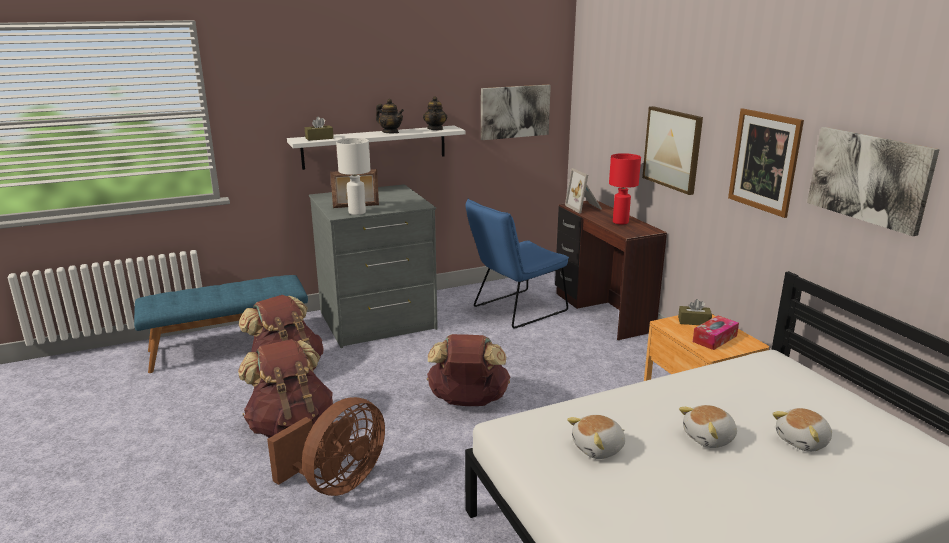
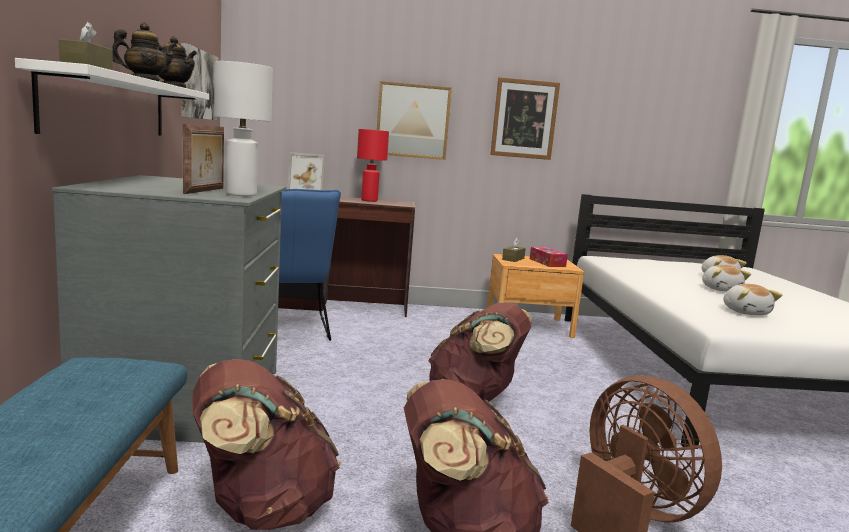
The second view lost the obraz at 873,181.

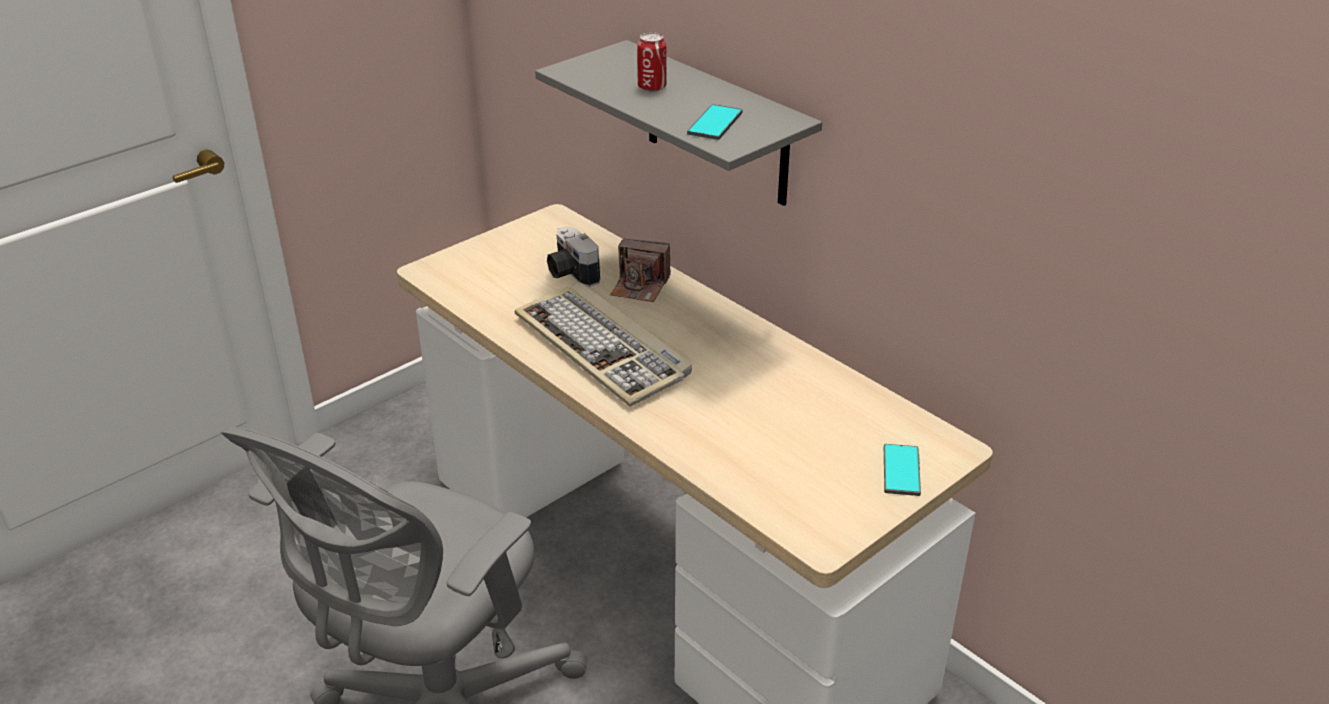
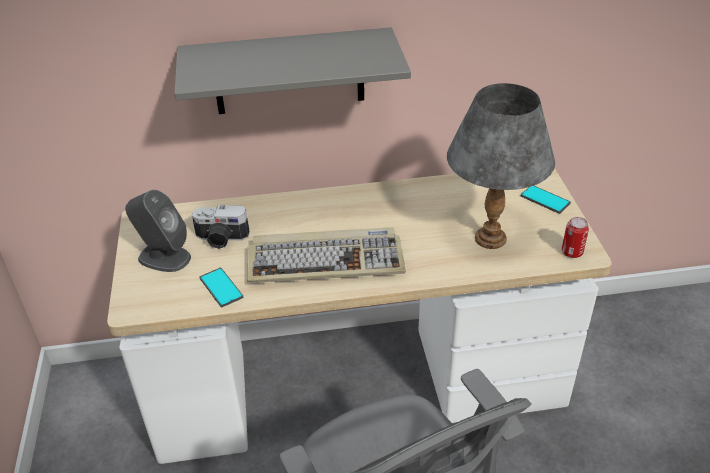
The second view gained the głośnik/szary at 158,231.
The telefon ended up elsewhere, having gone from 714,122 to 221,287.
The second view gained the lampa stołowa/szary at 501,166.
The puszka ended up elsewhere, having gone from 652,62 to 575,237.
The second view lost the aparat fotograficzny at 640,270.

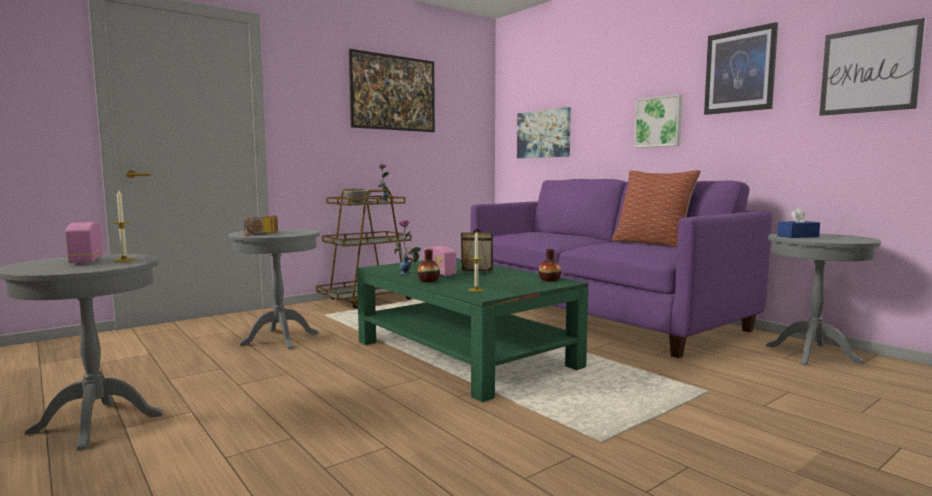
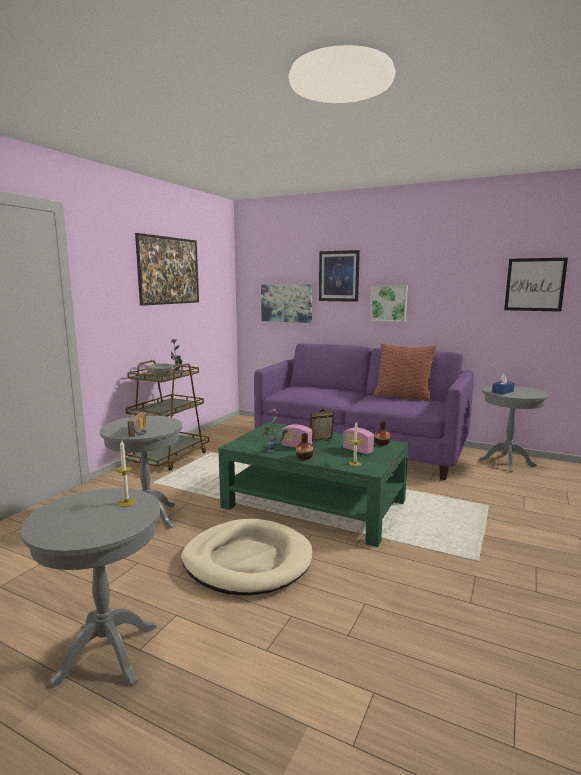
The second view gained the legowisko/beżowy at 246,557.
The obraz ended up elsewhere, having gone from 741,68 to 339,276.
The radio ended up elsewhere, having gone from 84,243 to 358,441.

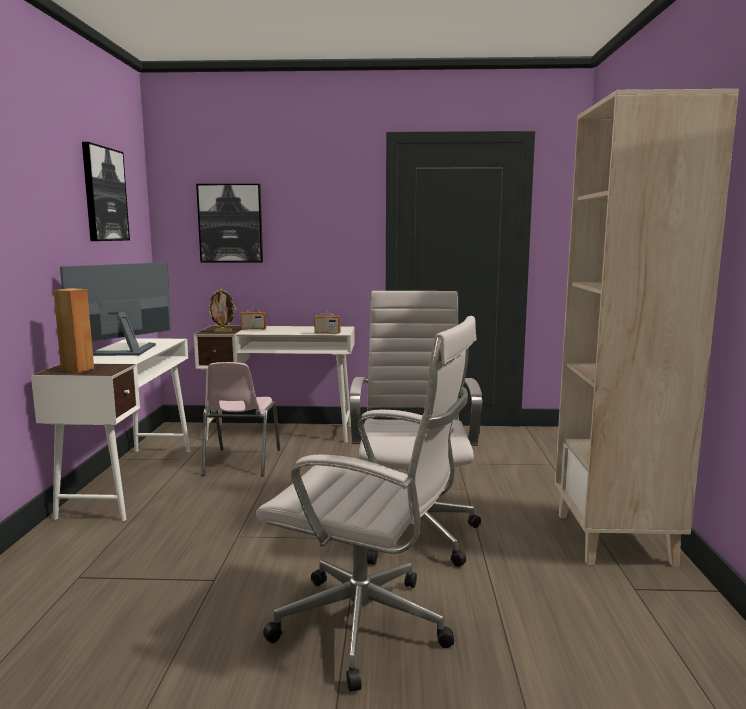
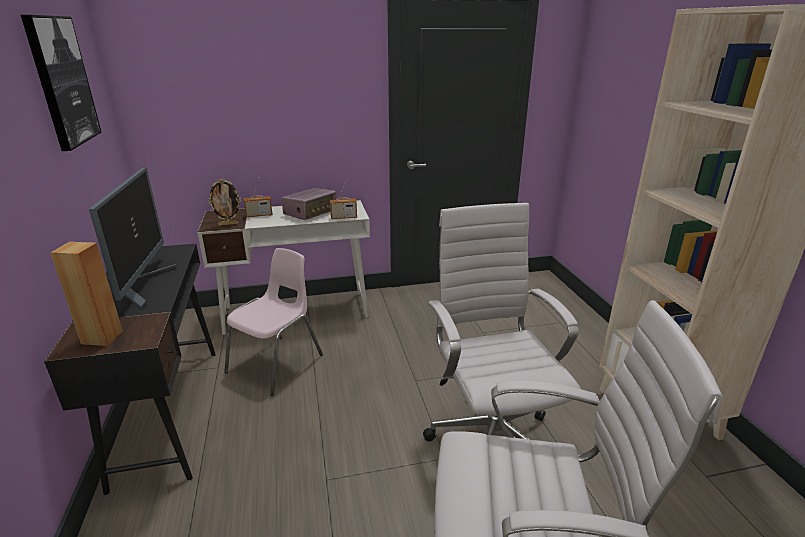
What was the biurko/biały at 111,429 turned into the biurko/czarny at 130,369.
The monitor at 116,309 ended up facing another way, 150 degrees clockwise from before.
The krzesło/różowy at 240,419 ended up facing another way, 135 degrees counterclockwise from before.
The second view gained the radio at 309,204.
The second view lost the obraz at 229,223.

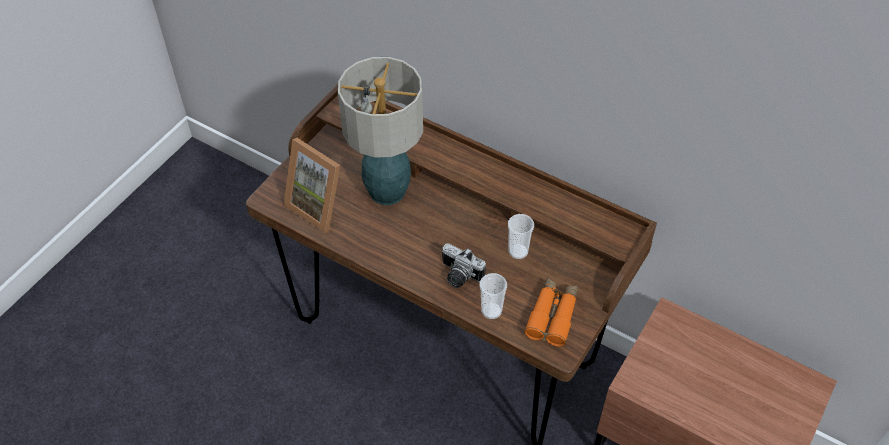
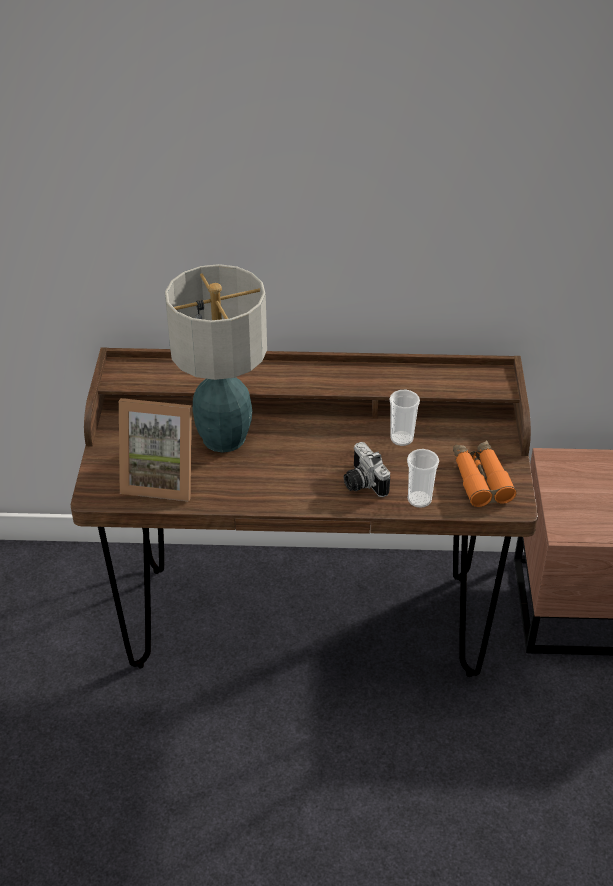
The aparat fotograficzny at 464,265 ended up facing another way, 60 degrees clockwise from before.

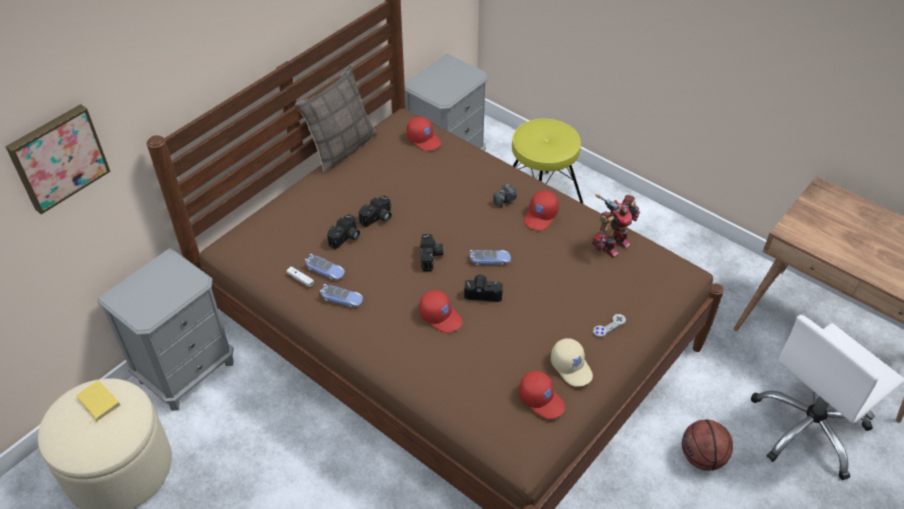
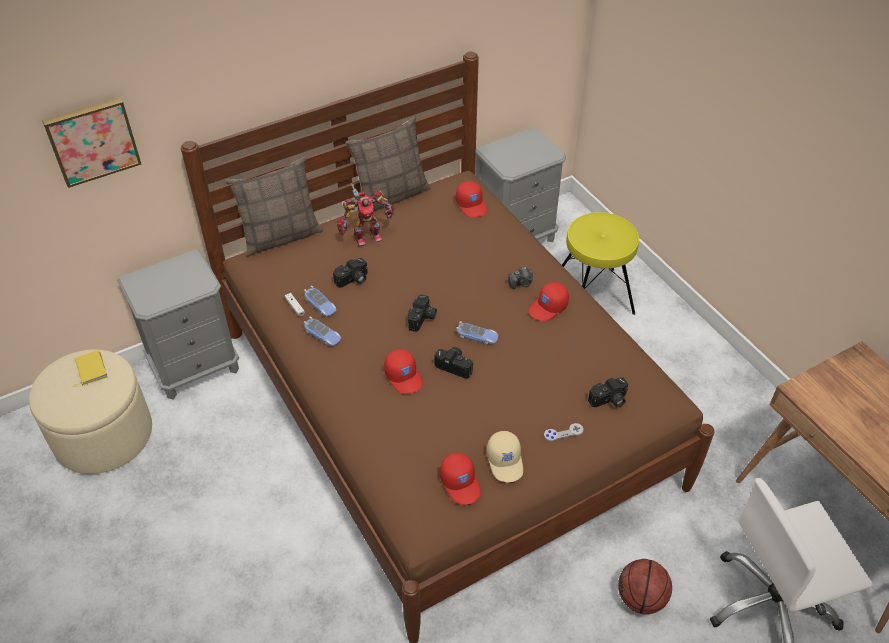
The second view gained the poduszka at 274,206.
The robot zabawkowy ended up elsewhere, having gone from 616,226 to 365,215.
The aparat fotograficzny ended up elsewhere, having gone from 375,211 to 608,392.

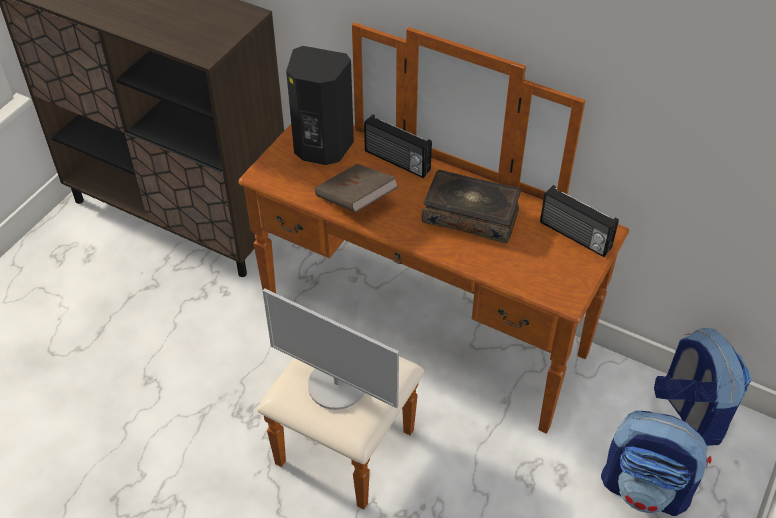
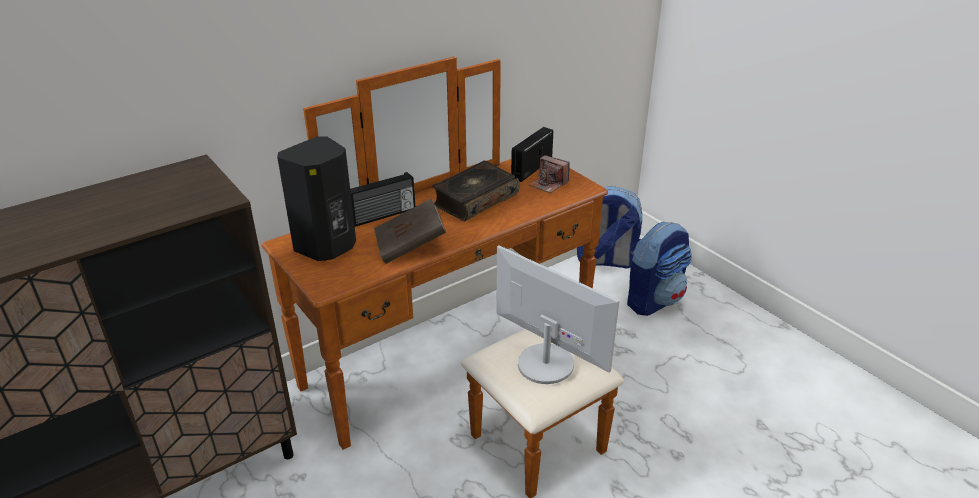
The monitor at 331,349 ended up facing another way, 105 degrees counterclockwise from before.
The radio at 579,221 ended up facing another way, 150 degrees clockwise from before.
The second view gained the aparat fotograficzny at 549,174.

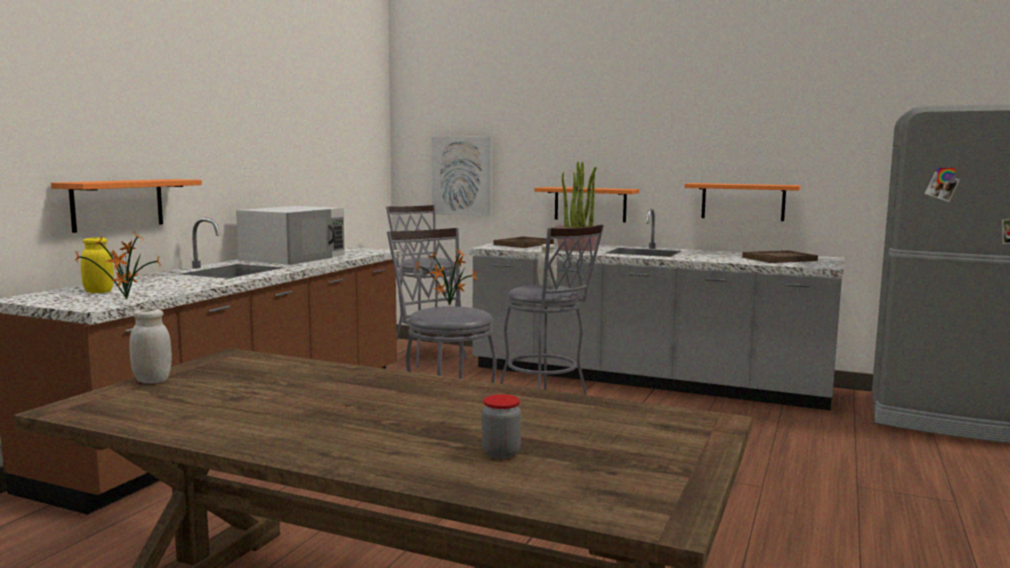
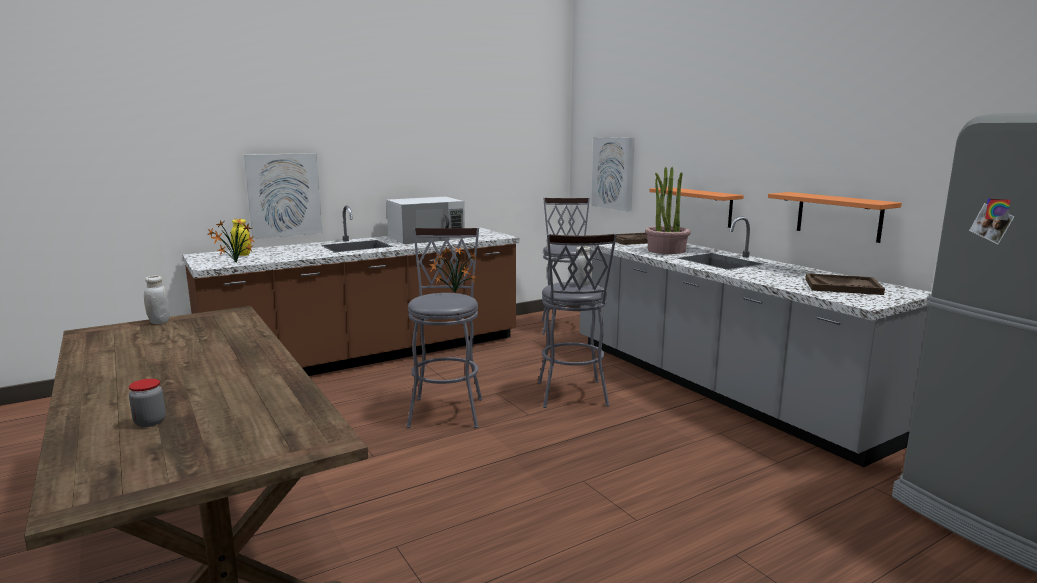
Where the półka/pomarańczowy hung at 126,206, the obraz came to hang at 283,196.

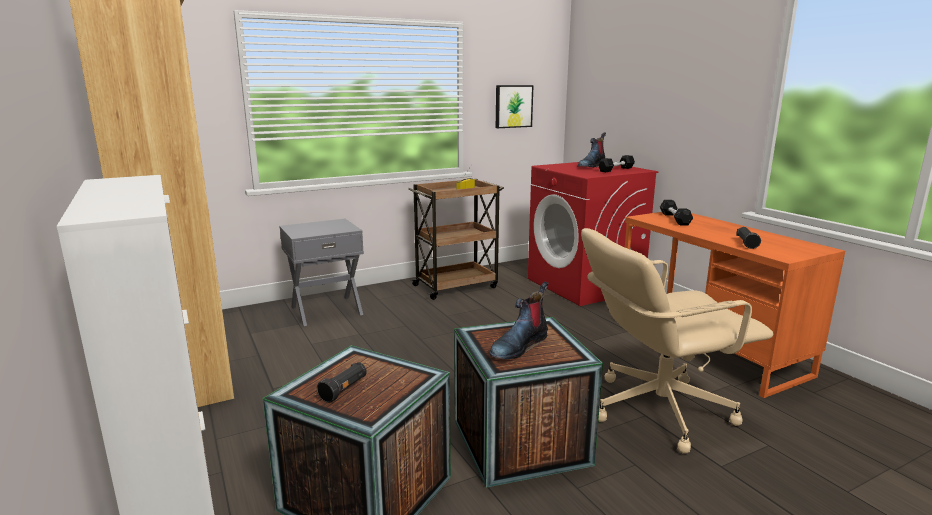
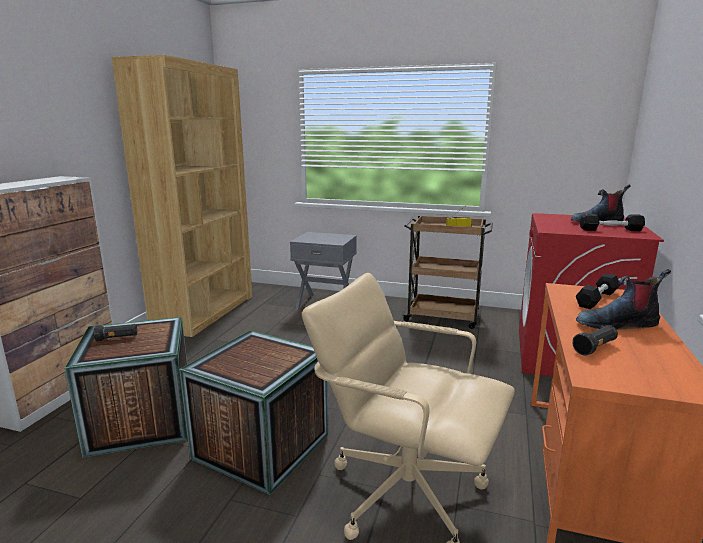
The but z cholewką ended up elsewhere, having gone from 519,320 to 623,299.
The second view lost the obraz at 515,106.

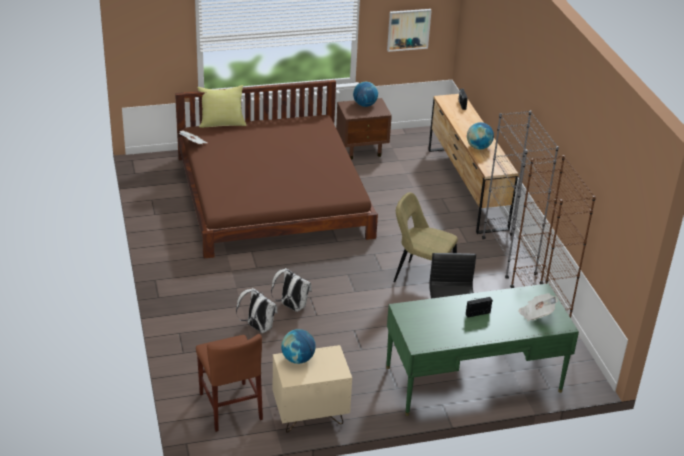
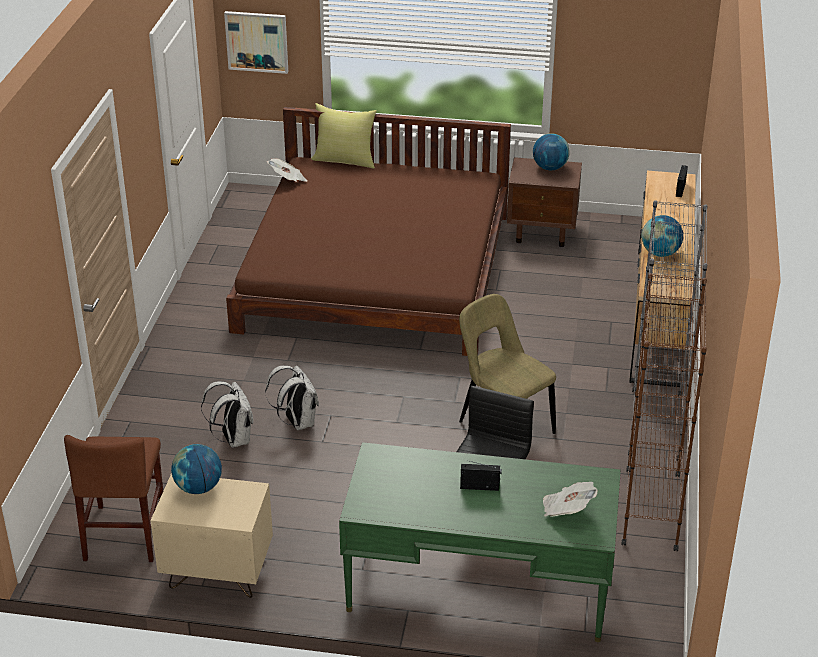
The obraz ended up elsewhere, having gone from 409,30 to 256,42.

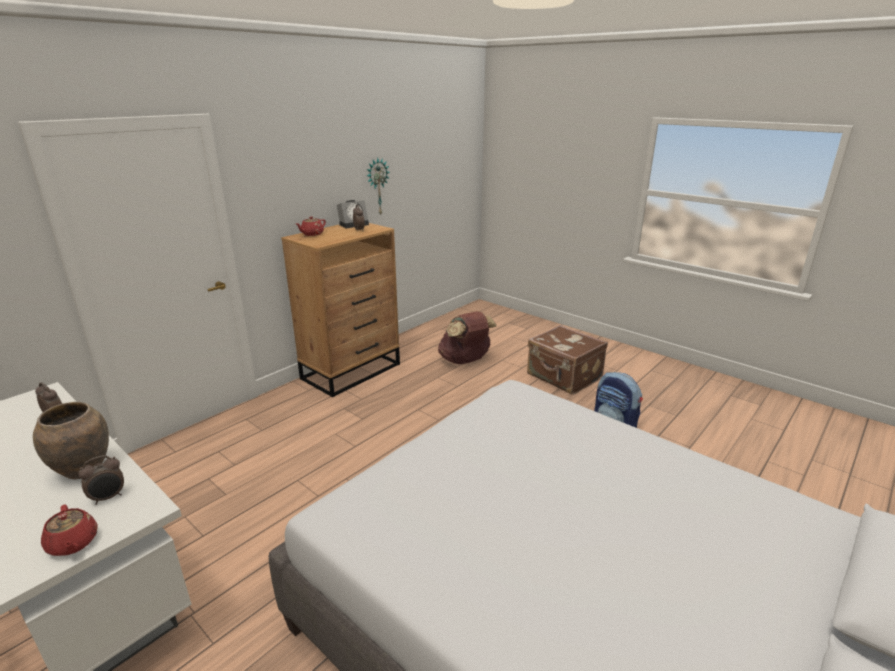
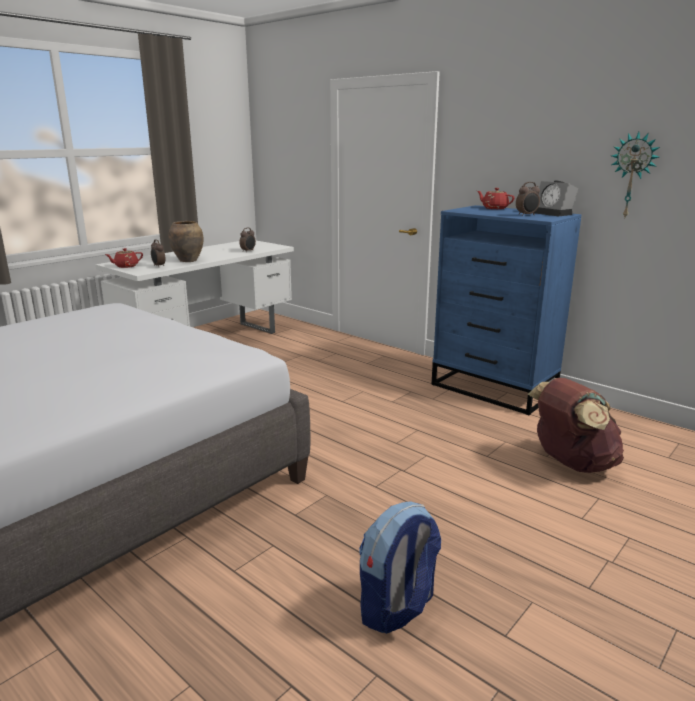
What was the komoda/brązowy at 340,310 turned into the komoda/niebieski at 506,310.
The second view lost the walizka/brązowy at 567,360.

